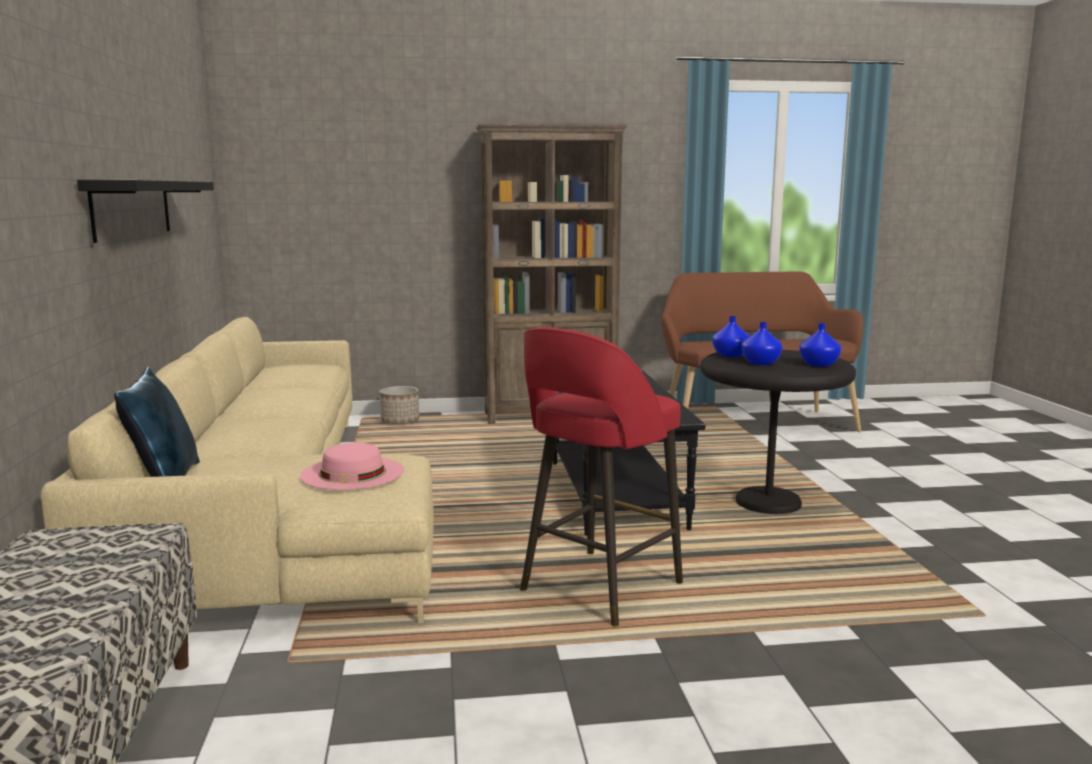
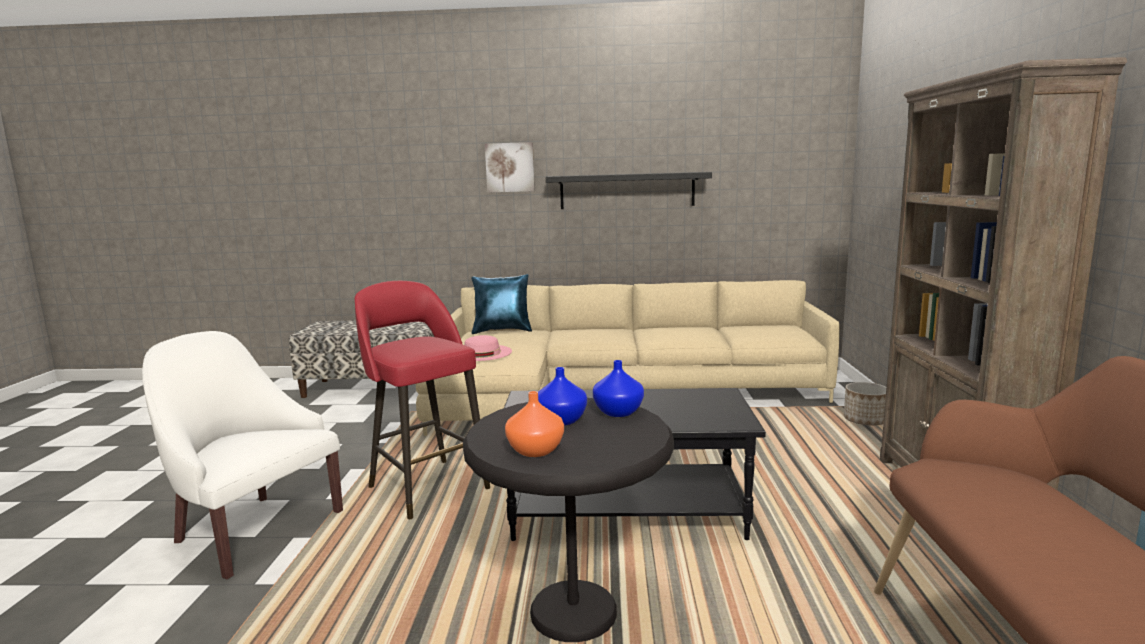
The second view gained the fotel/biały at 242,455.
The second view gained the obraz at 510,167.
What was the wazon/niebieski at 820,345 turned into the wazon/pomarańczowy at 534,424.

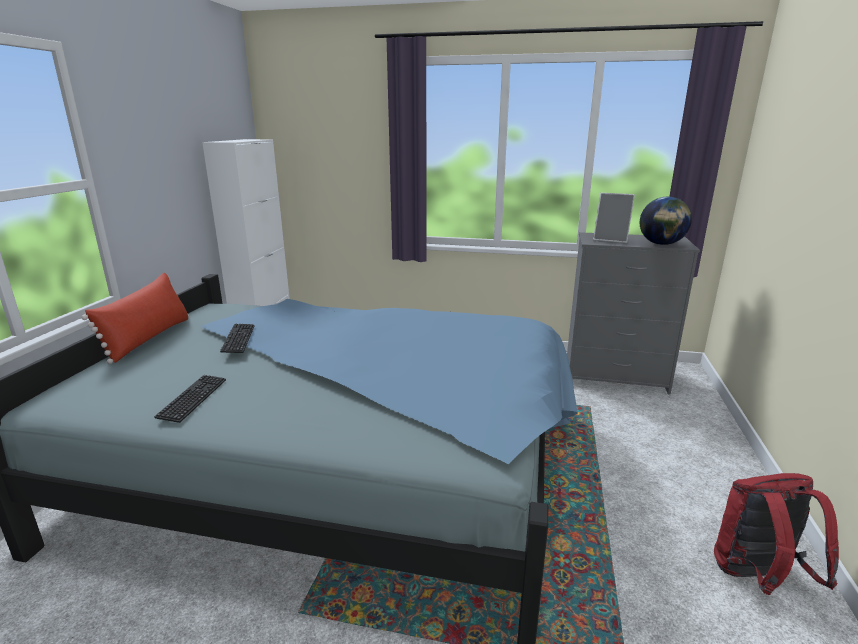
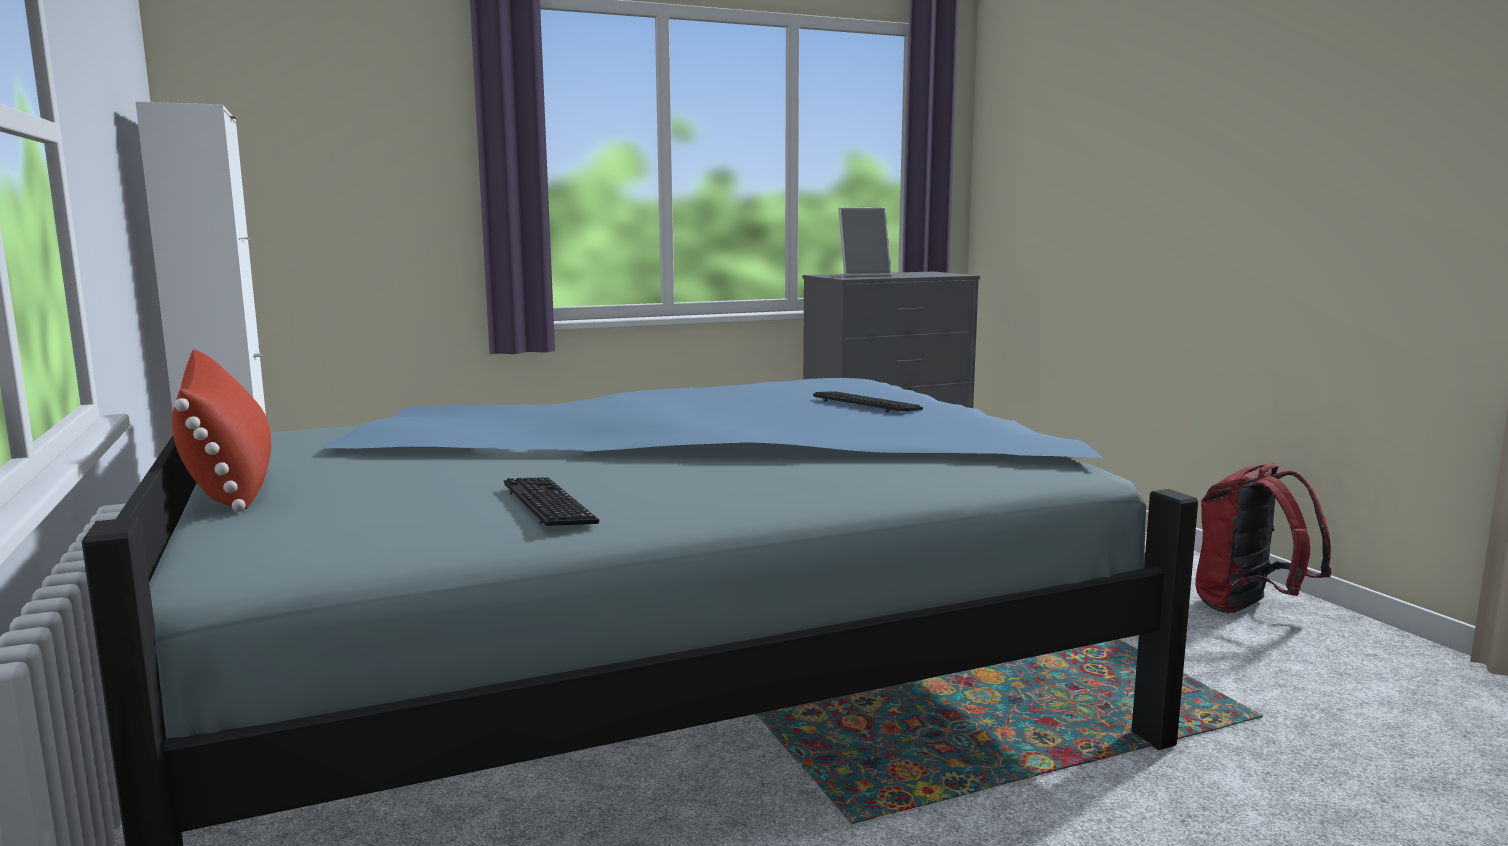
The klawiatura ended up elsewhere, having gone from 237,338 to 868,402.
The second view lost the globus at 666,221.

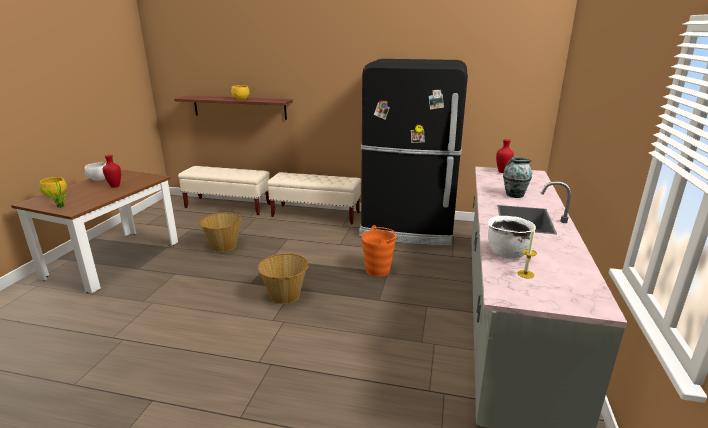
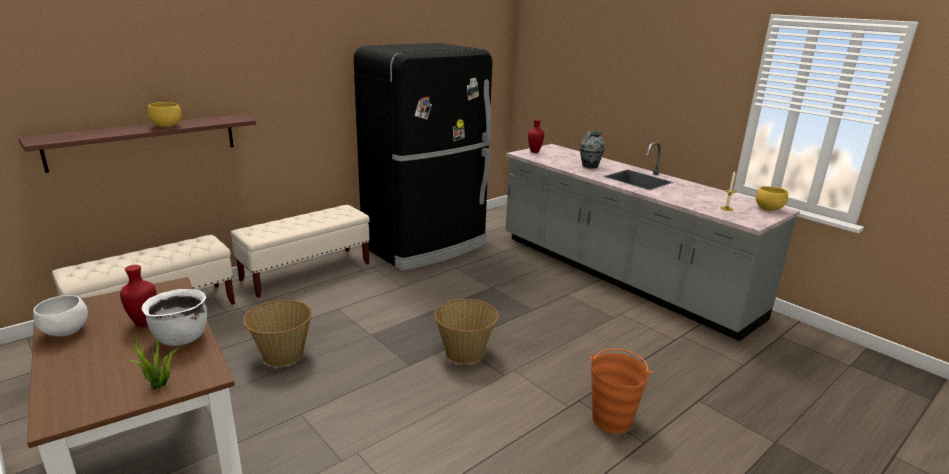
The garnek/biały ended up elsewhere, having gone from 512,237 to 174,317.
The wiadro/pomarańczowy ended up elsewhere, having gone from 379,251 to 621,391.
The miska/żółty ended up elsewhere, having gone from 53,187 to 771,198.

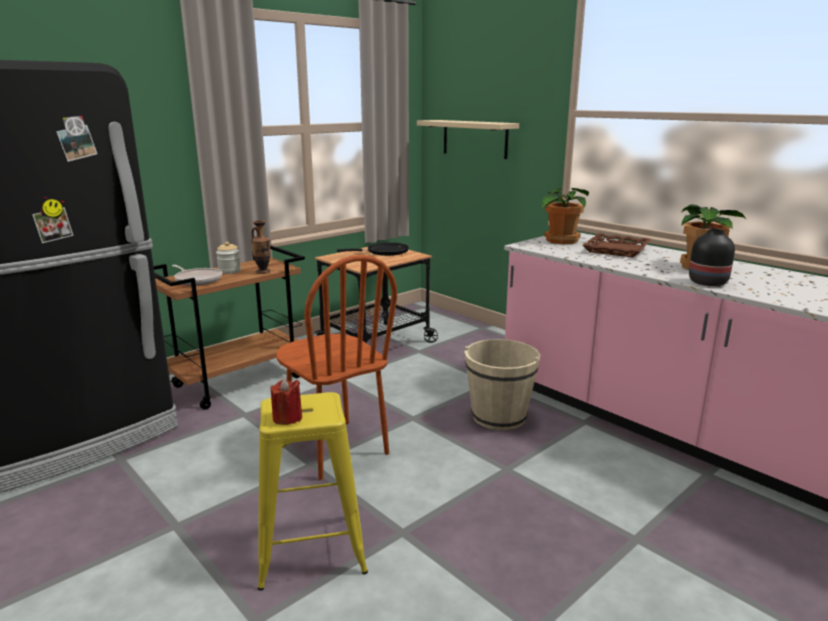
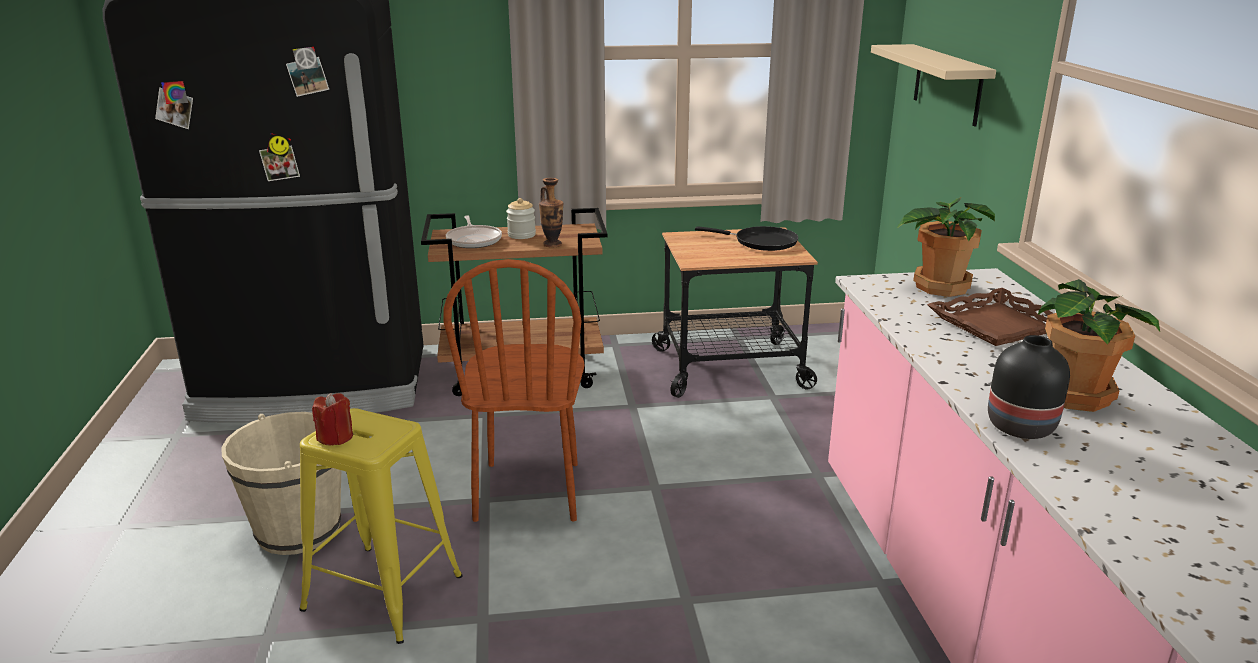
The wiadro/beżowy ended up elsewhere, having gone from 502,384 to 281,483.

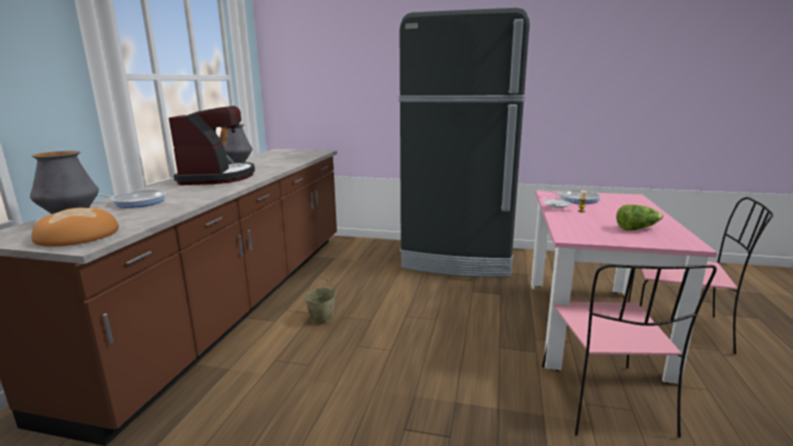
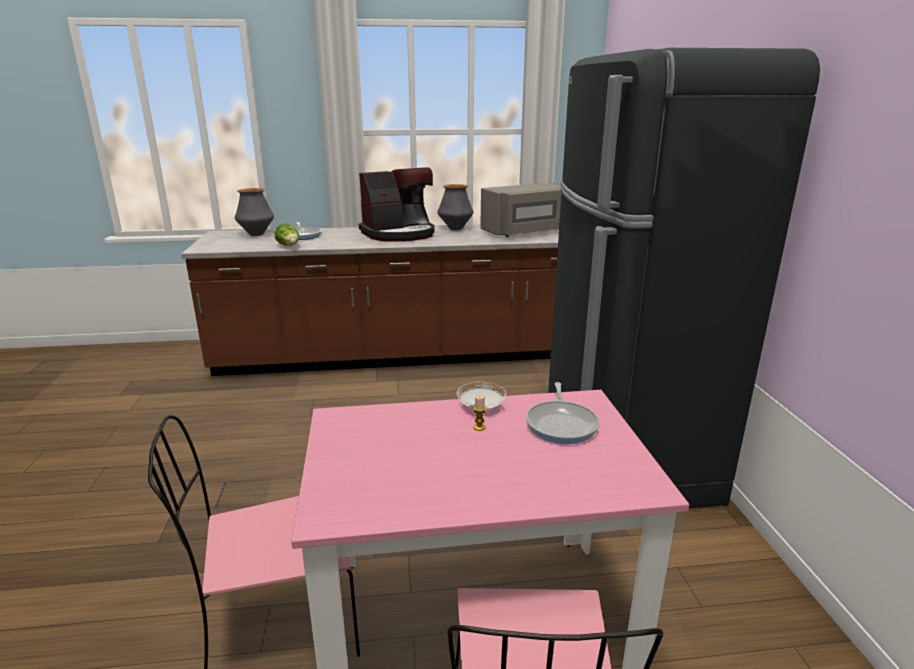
The sałata ended up elsewhere, having gone from 639,218 to 287,234.
The second view gained the mikrofalówka/szary at 520,209.
The second view lost the chleb at 75,227.
The second view lost the wiadro/beżowy at 320,301.

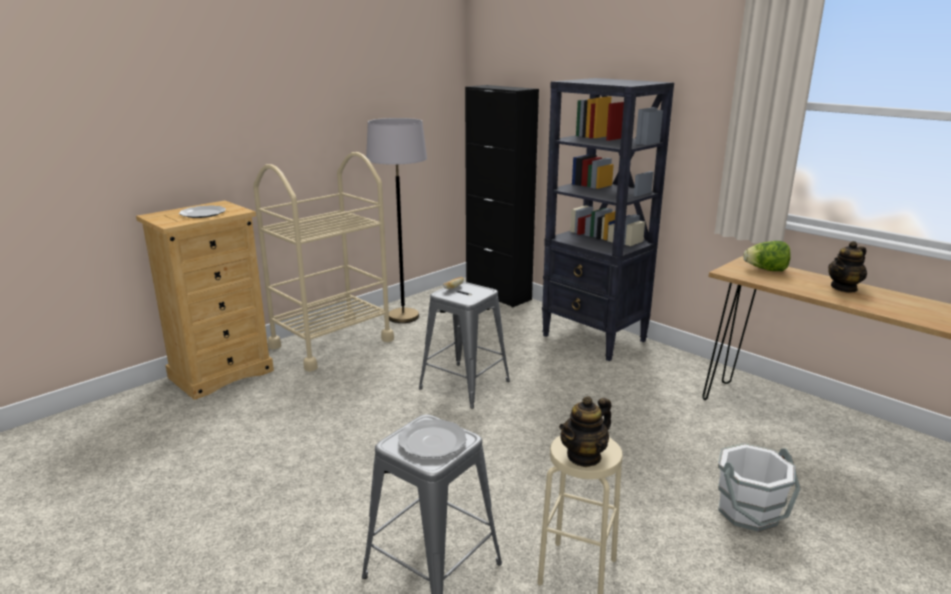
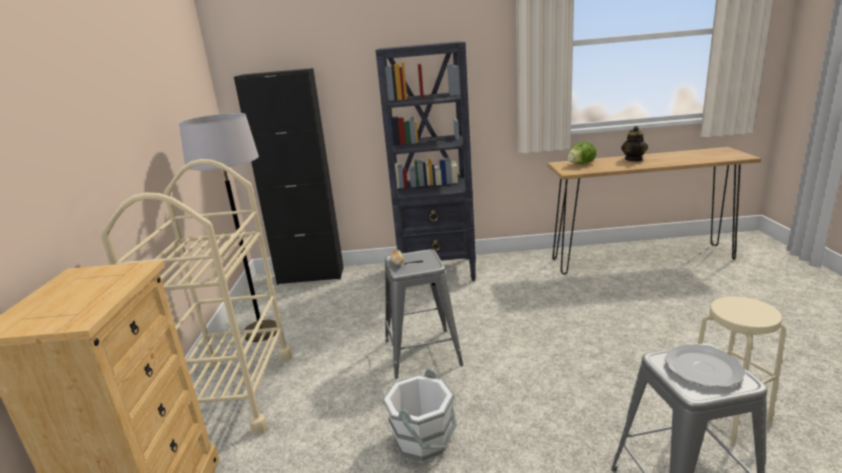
The wiadro/biały ended up elsewhere, having gone from 759,487 to 419,415.
The second view lost the talerz at 202,211.
The second view lost the imbryk at 585,431.

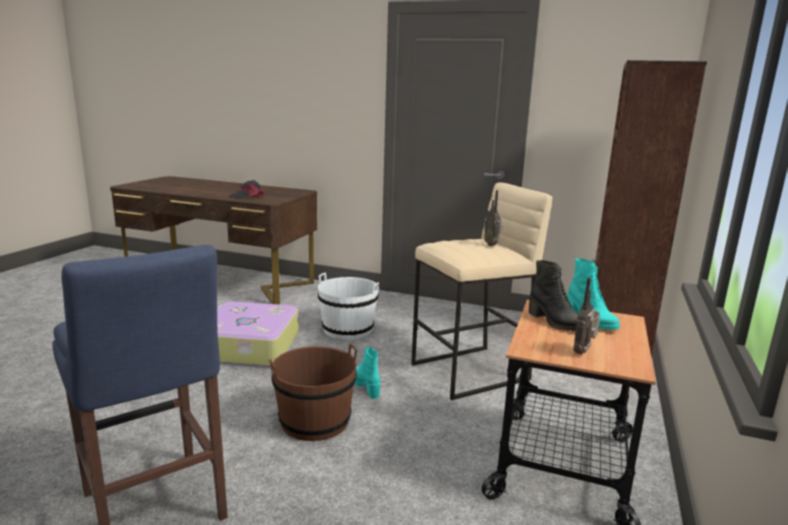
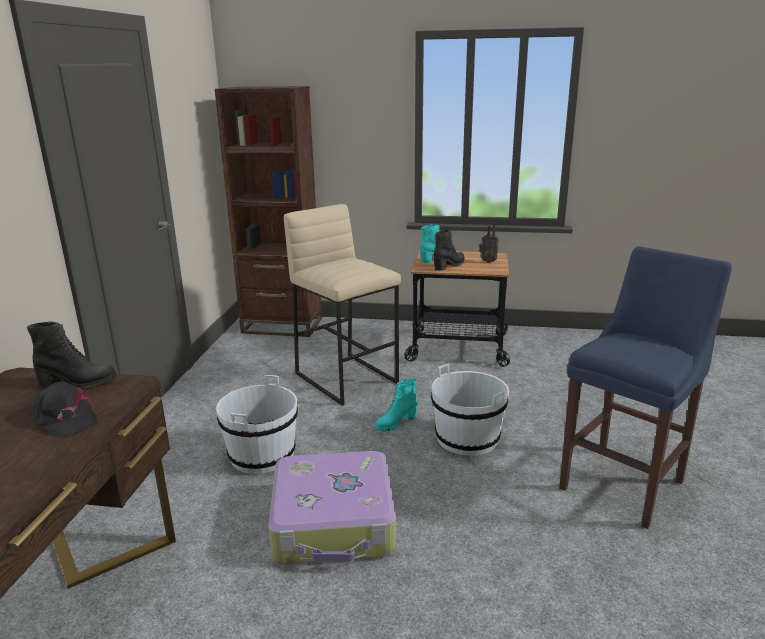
The second view gained the but z cholewką/czarny at 72,355.
What was the wiadro/brązowy at 313,392 turned into the wiadro/biały at 470,410.
The second view lost the radio at 493,218.

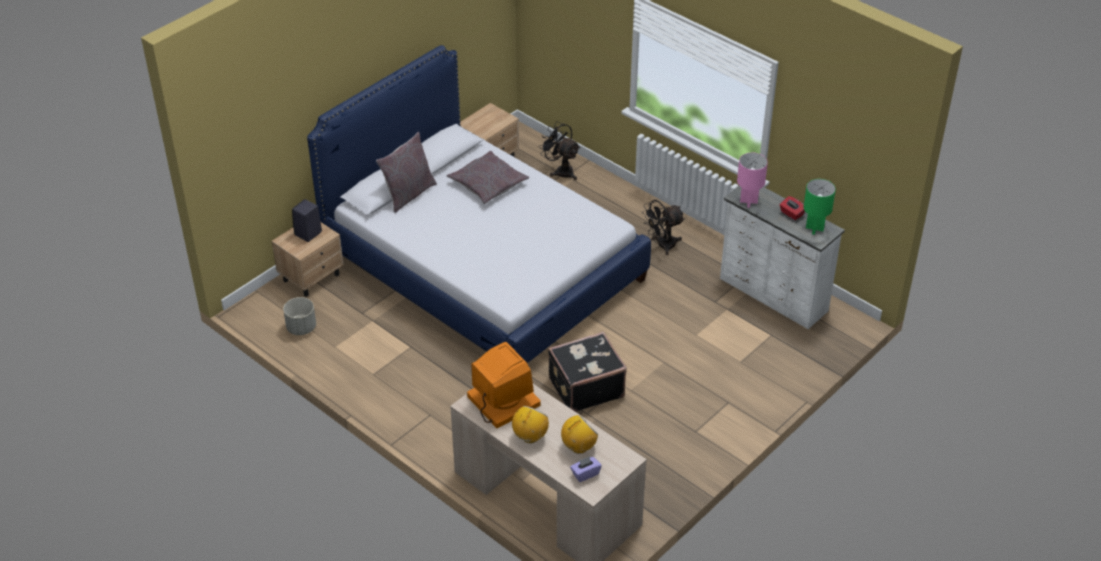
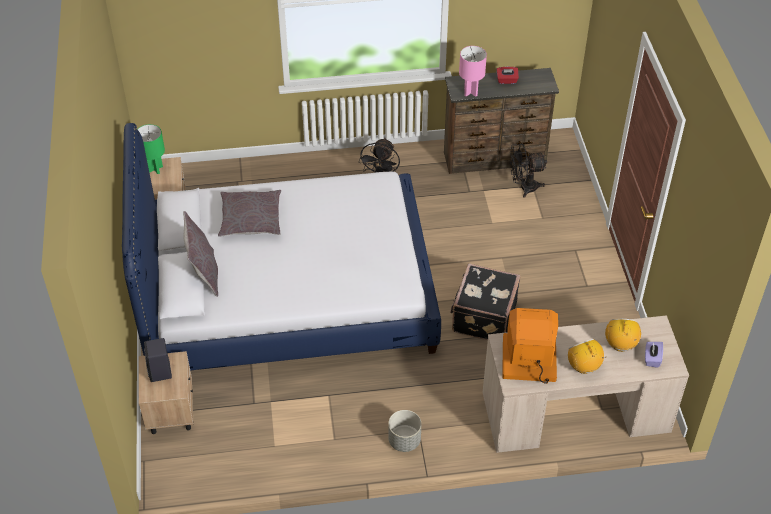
The lampa stołowa/zielony ended up elsewhere, having gone from 820,207 to 151,149.
The donica/szary ended up elsewhere, having gone from 299,316 to 404,431.
What was the komoda/biały at 782,257 turned into the komoda/brązowy at 501,121.
The wentylator/czarny ended up elsewhere, having gone from 559,150 to 528,170.

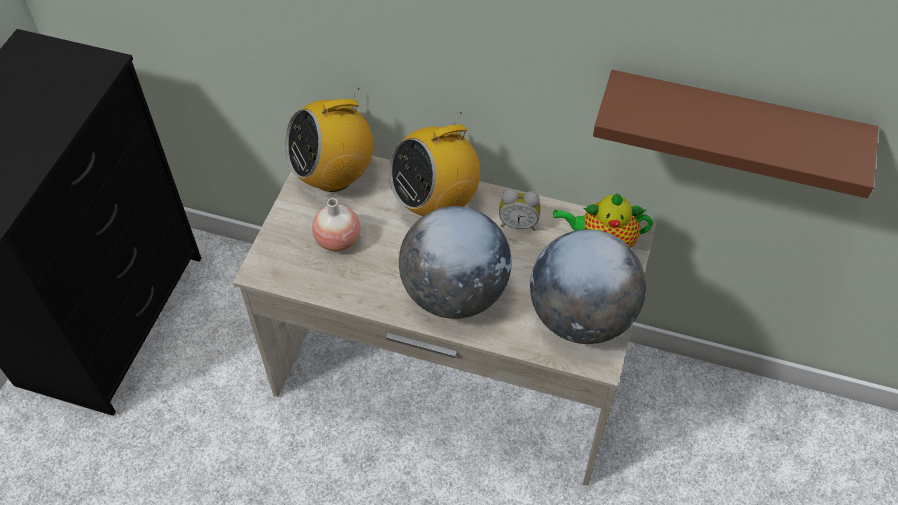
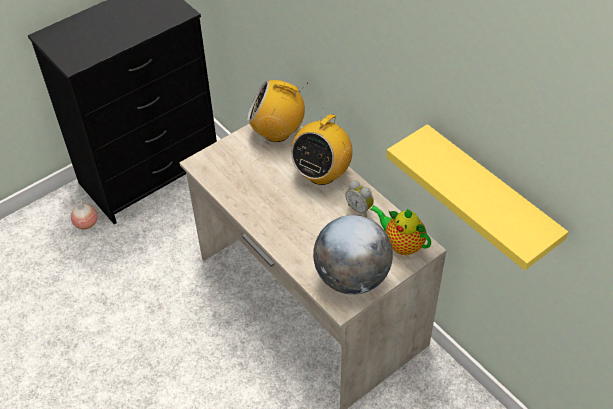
The wazon ended up elsewhere, having gone from 336,224 to 84,214.
The radio at 434,164 ended up facing another way, 60 degrees counterclockwise from before.
What was the półka/brązowy at 735,134 turned into the półka/żółty at 477,197.
The second view lost the globus at 455,262.

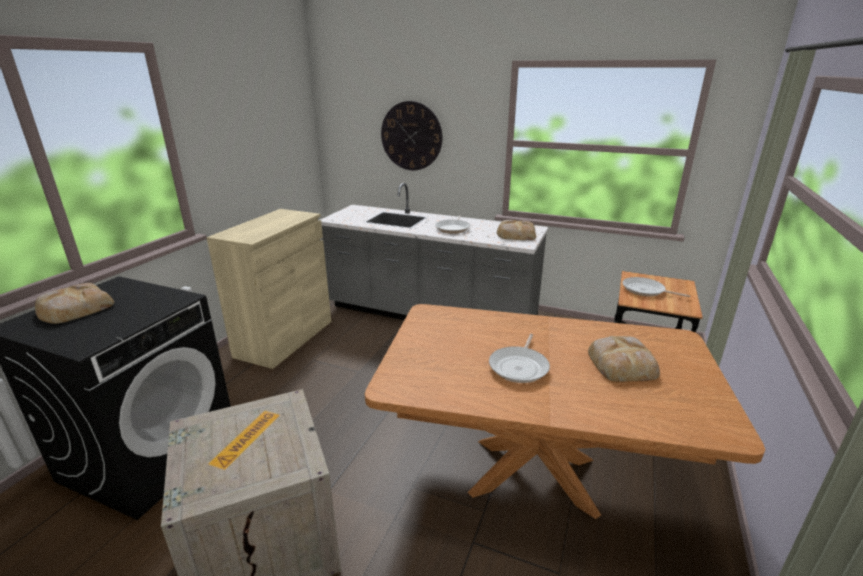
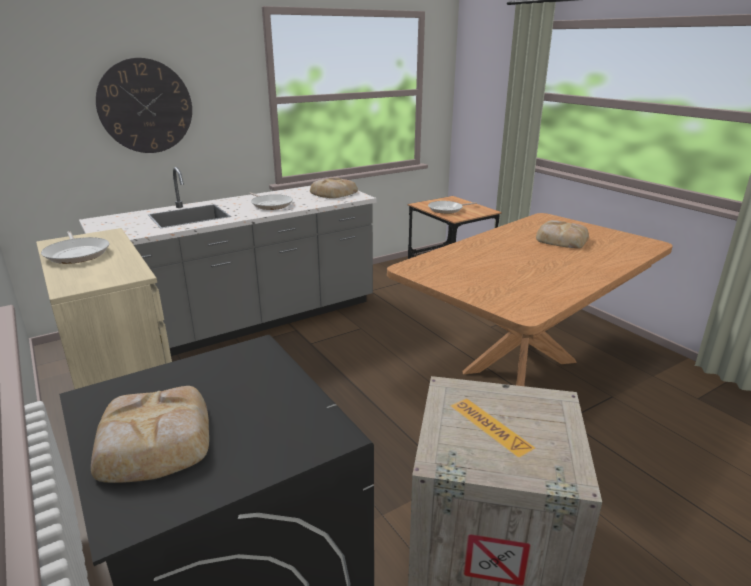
The patelnia ended up elsewhere, having gone from 519,358 to 75,247.

